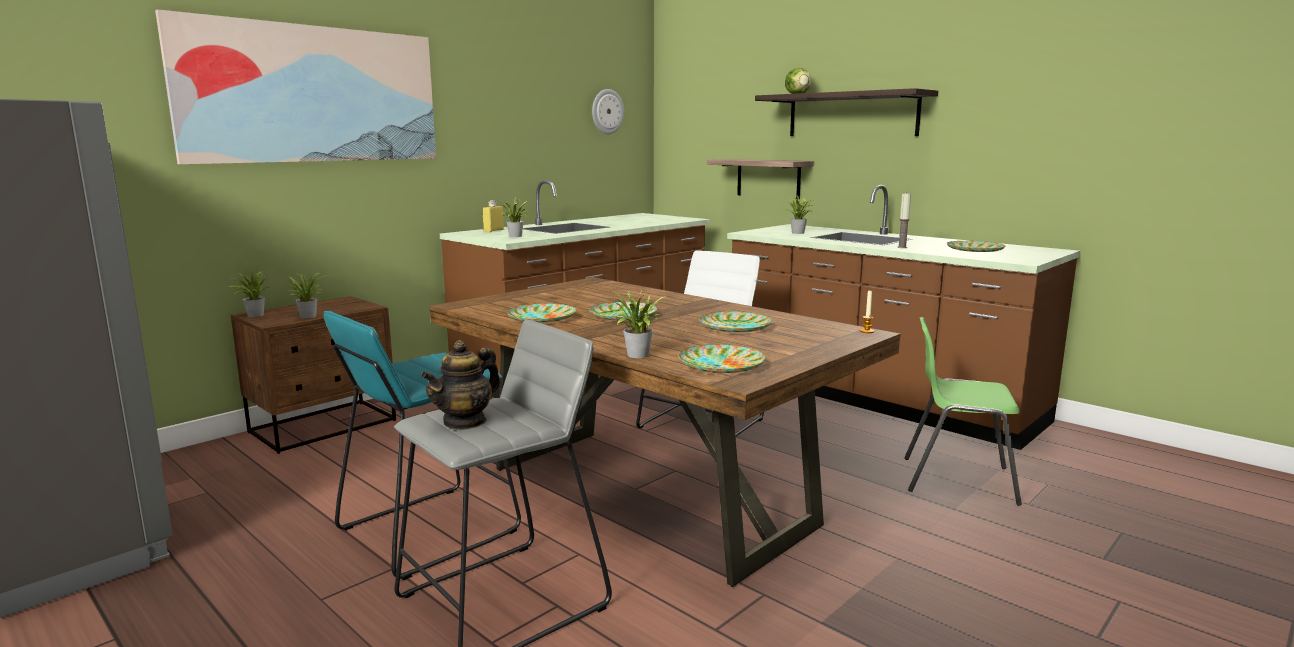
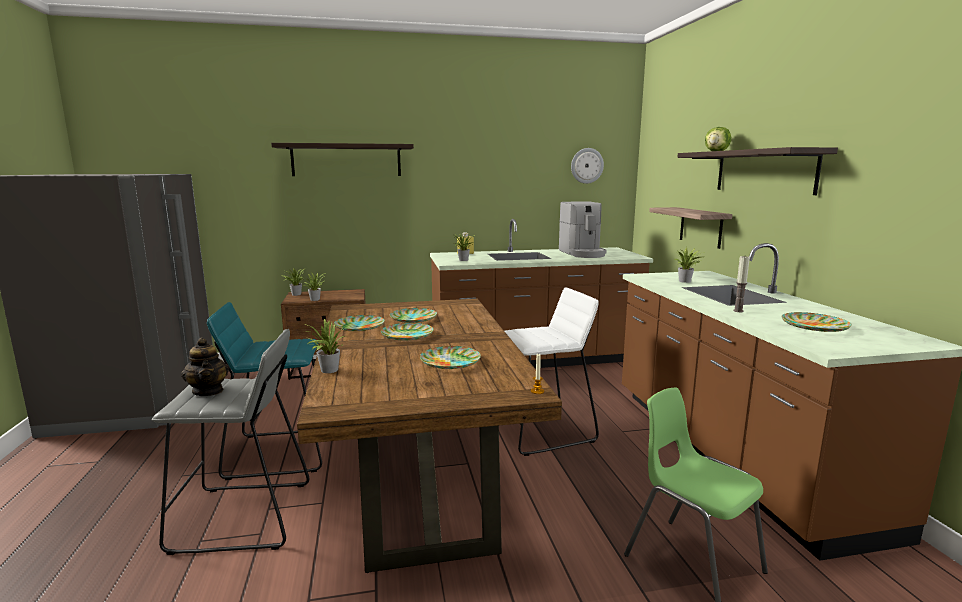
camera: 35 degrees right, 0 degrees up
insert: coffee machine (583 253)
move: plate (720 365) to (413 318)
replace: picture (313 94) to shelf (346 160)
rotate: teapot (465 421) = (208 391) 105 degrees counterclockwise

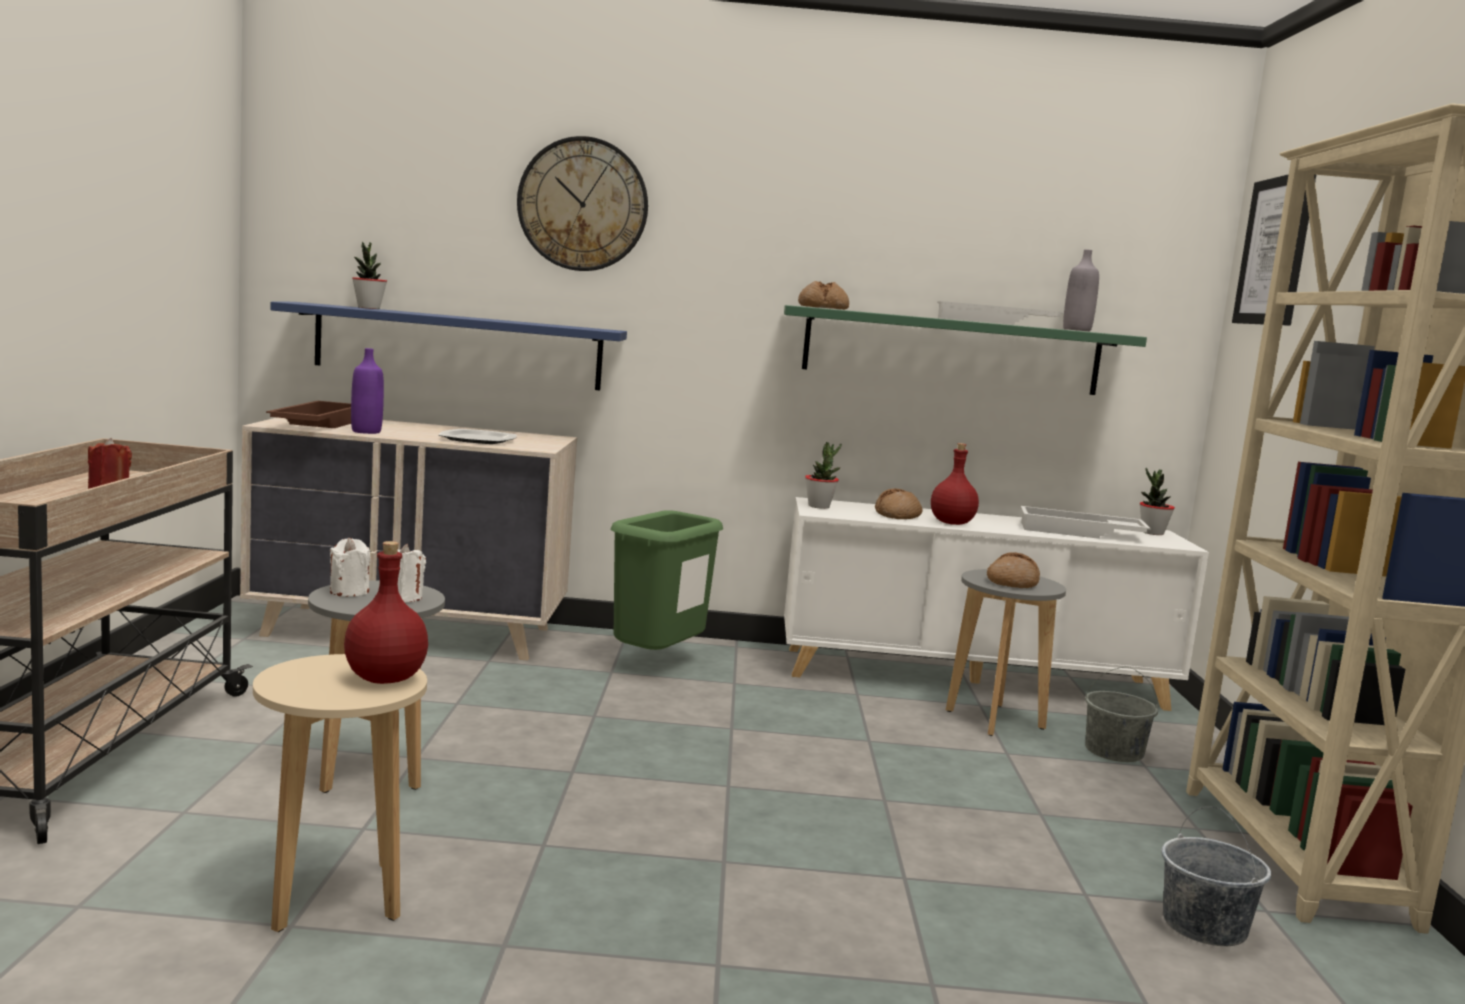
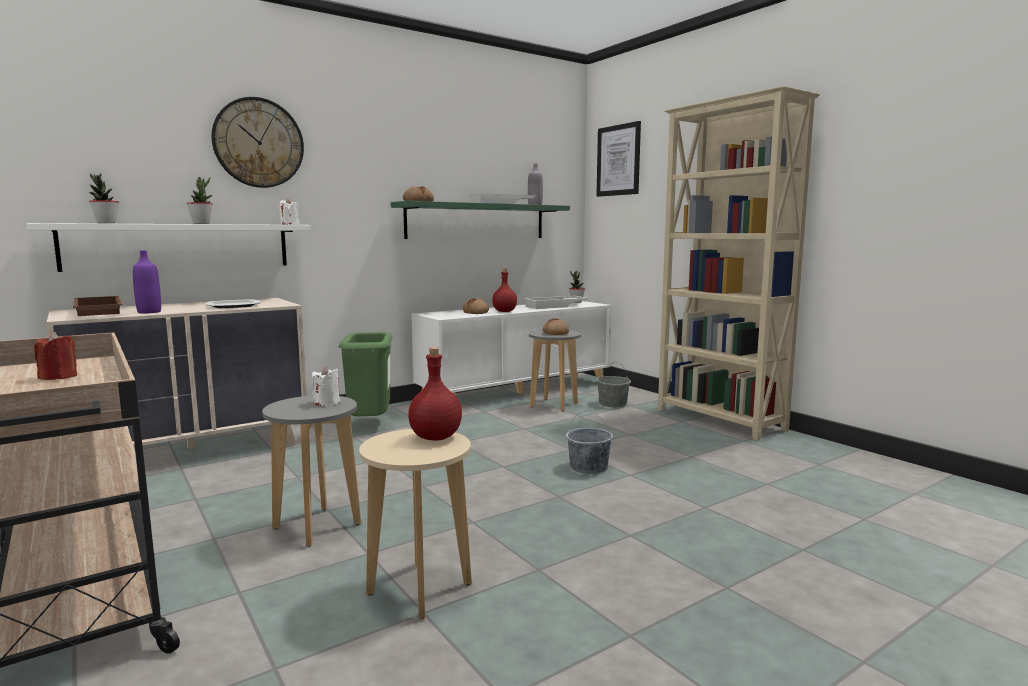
camera: 35 degrees left, 0 degrees up
move: potted plant (819 506) to (201 224); white candle (349 592) to (289 224); grey bucket (1205 926) to (589 467)
recolor: blue shelf (459 347) to white shelf (180 246)

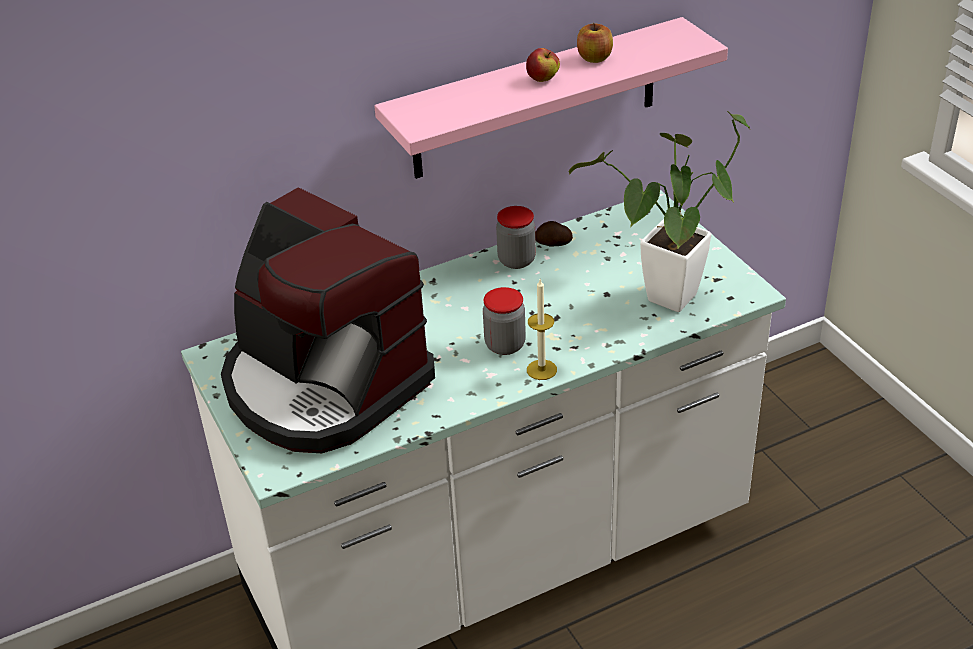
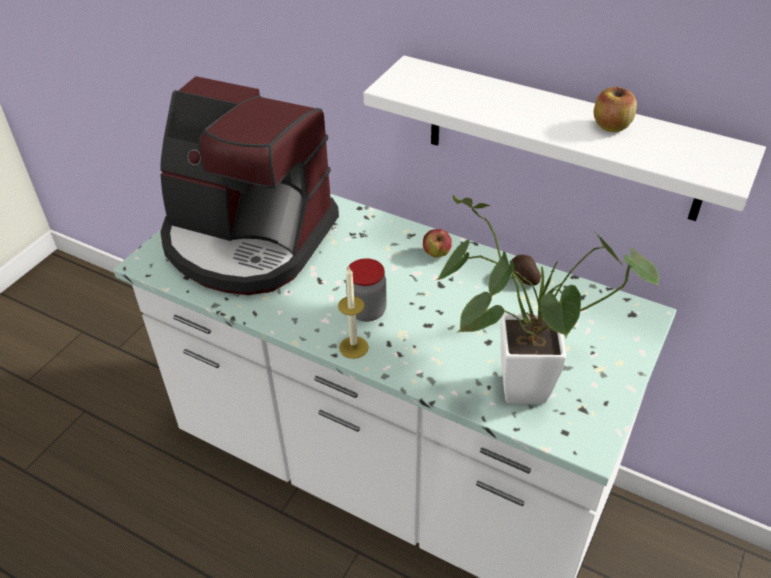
camera: 55 degrees right, 5 degrees up
delete: jar (516 260)
move: apple (542 79) to (436 254)
recolor: pink shelf (535 99) to white shelf (562 139)
rotate: coffee machine (323 385) = (248 240) 75 degrees counterclockwise

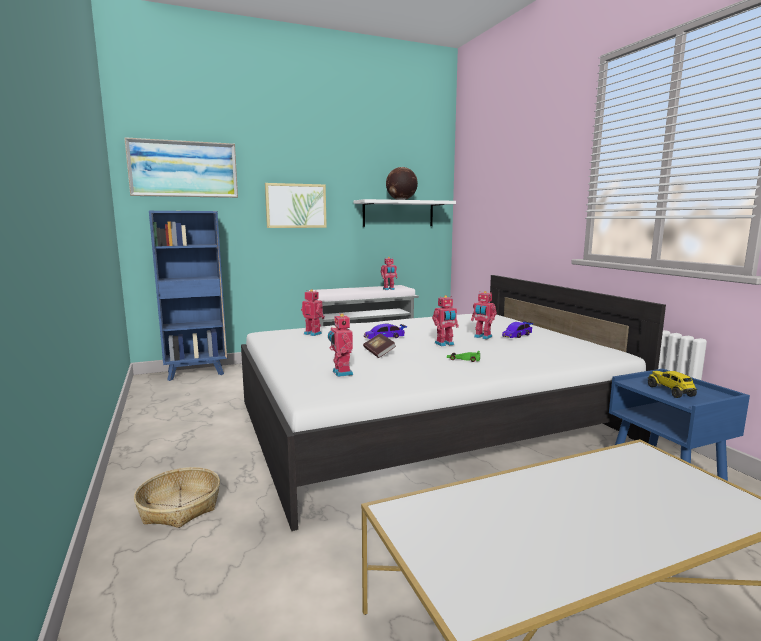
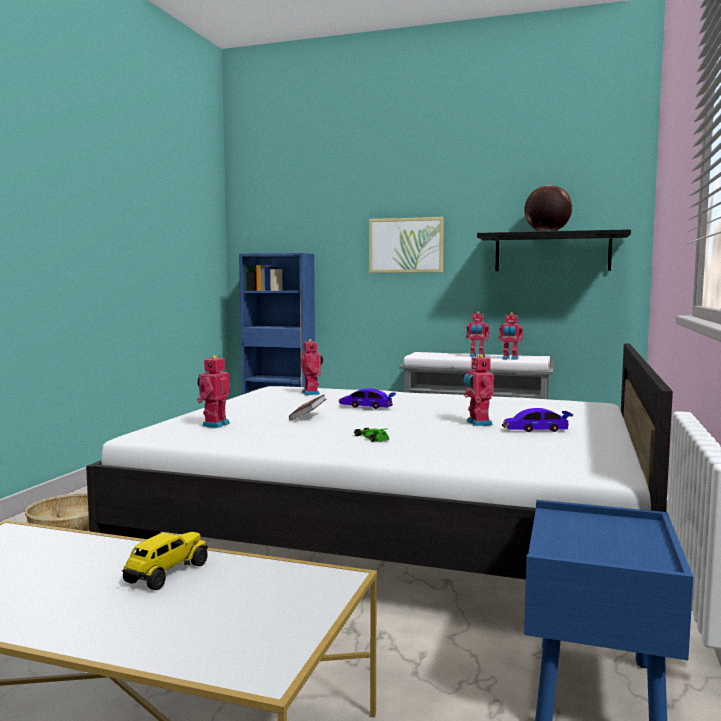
camera: 40 degrees right, 5 degrees down
delete: picture (184 169)
move: toy robot (445 344) to (477 356); toy truck (671 391) to (166 574)
recolor: white shelf (398 213) to black shelf (552 252)

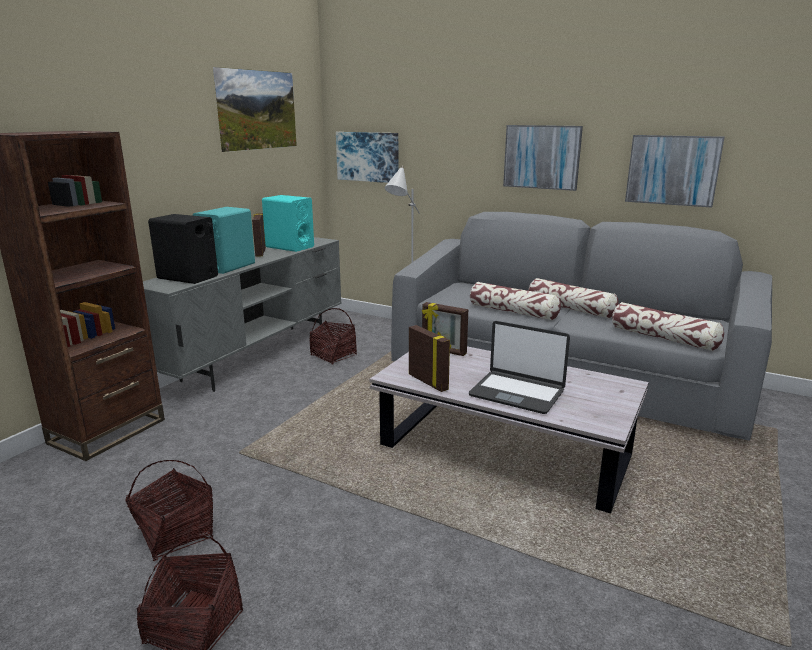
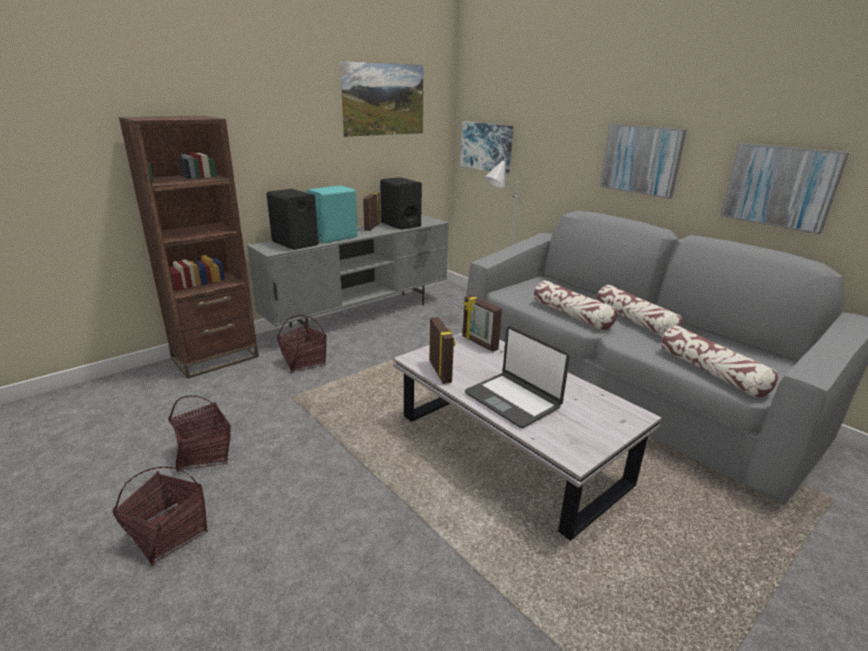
camera: 20 degrees right, 5 degrees up
move: basket (333 355) to (303 362)
recolor: turquoise speaker (289 247) to black speaker (400 224)

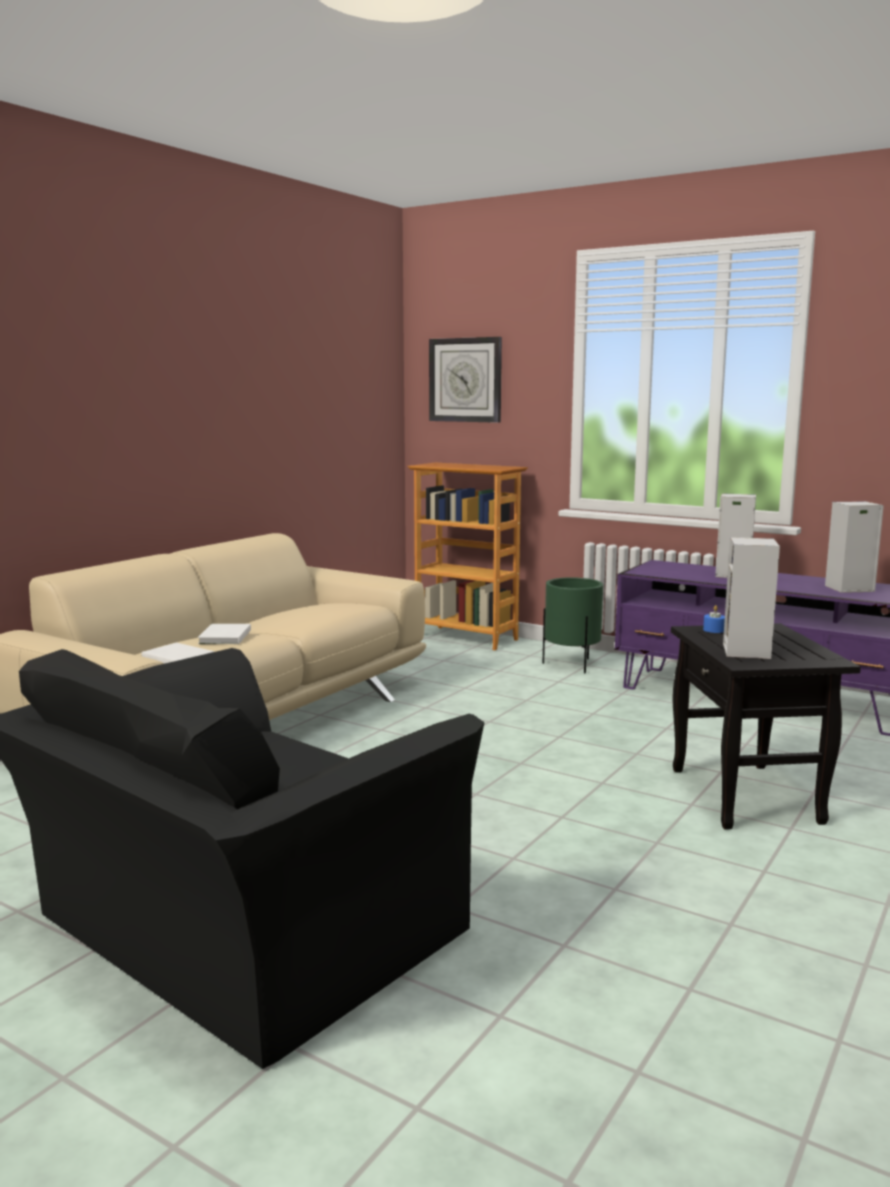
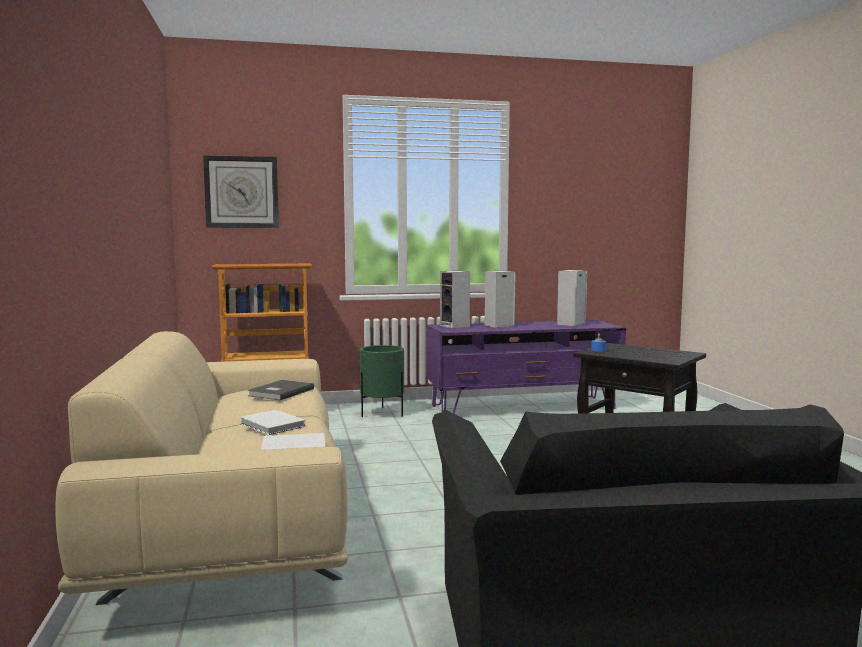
camera: 45 degrees left, 5 degrees down
insert: grey book (279 392)
move: speaker (747 652) to (455 326)

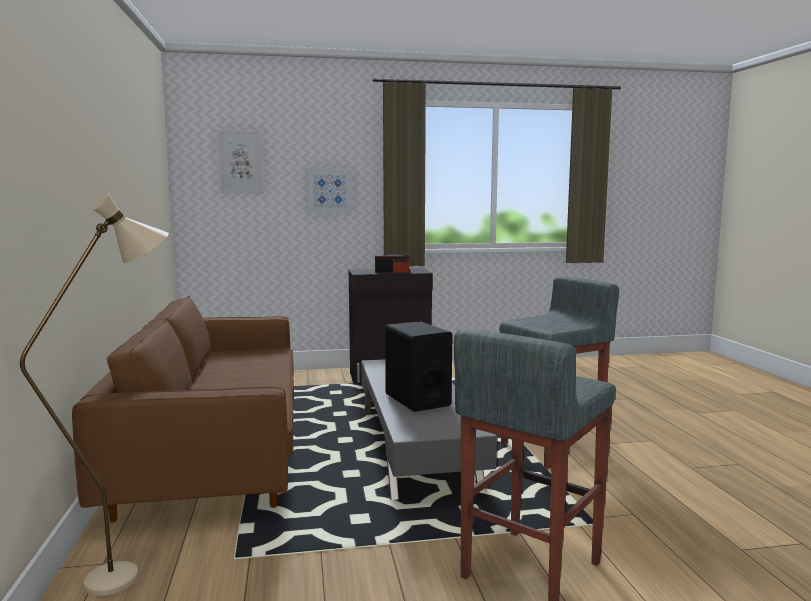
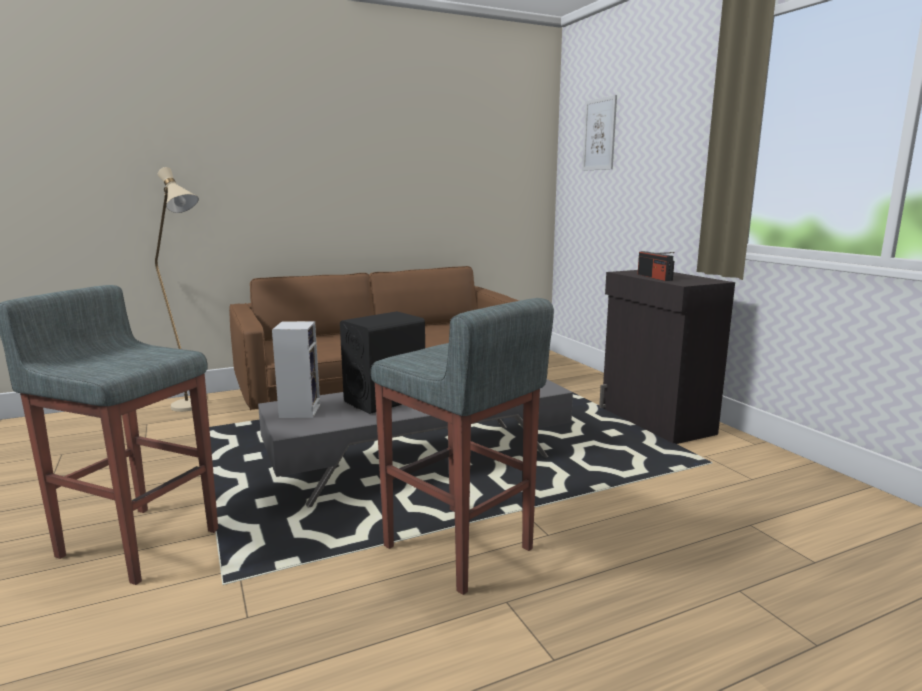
camera: 75 degrees right, 5 degrees up
delete: picture (329 191)
insert: speaker (299 410)

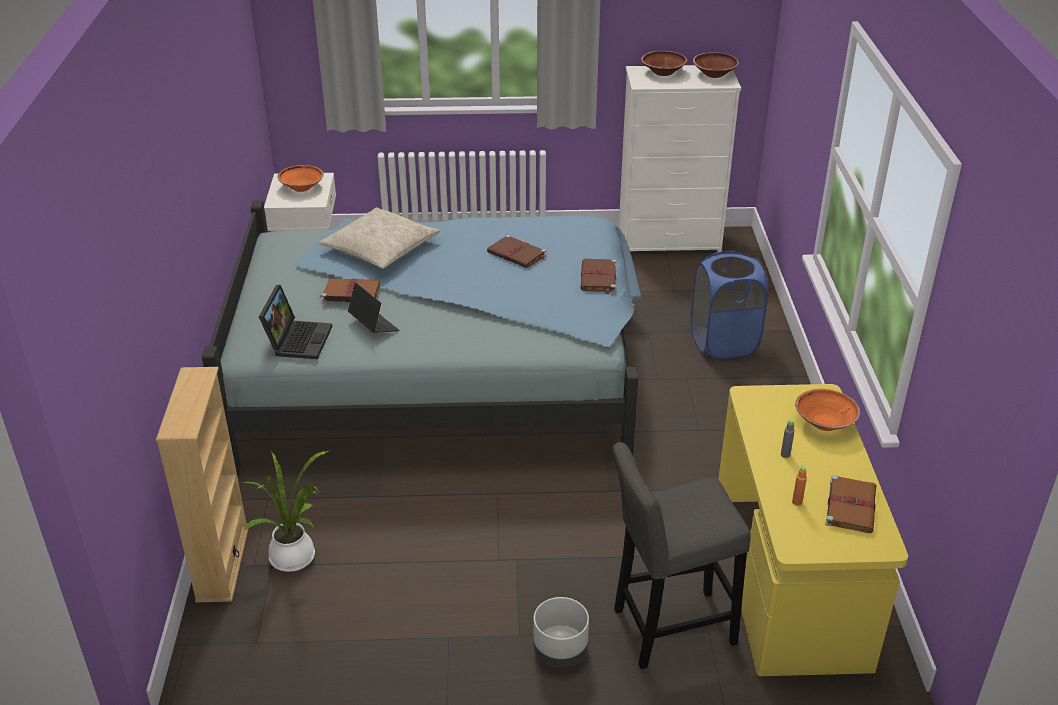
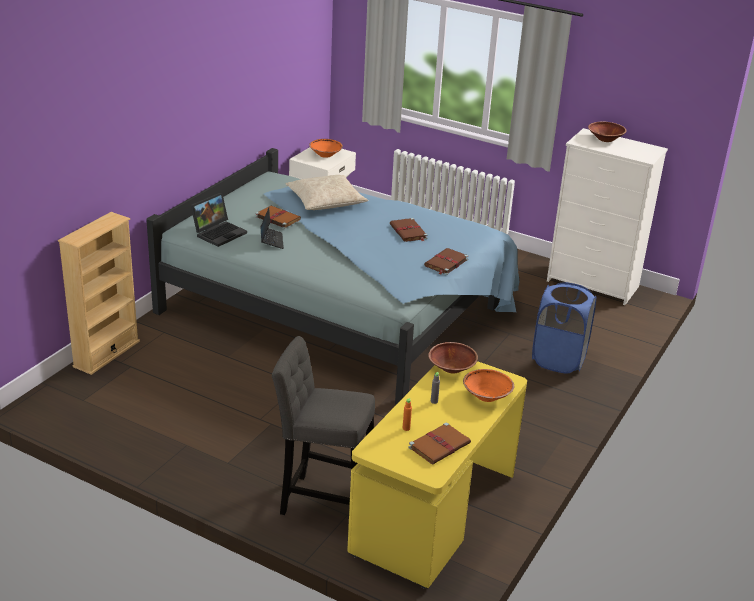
camera: 30 degrees right, 5 degrees down
delete: potted plant (296 558); grey planter (560 651)
move: brown bowl (714 74) to (452 368)

